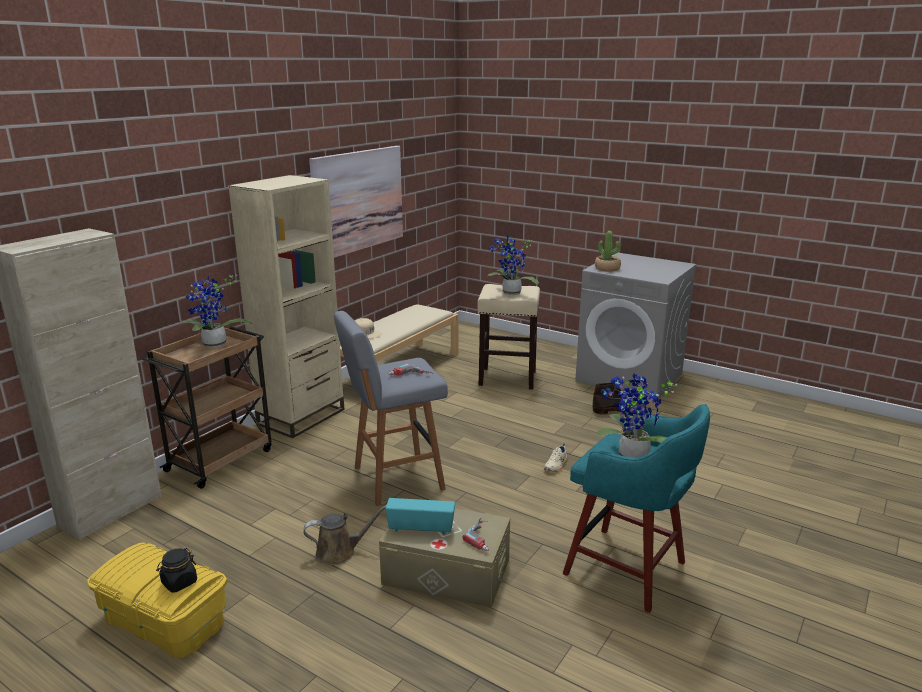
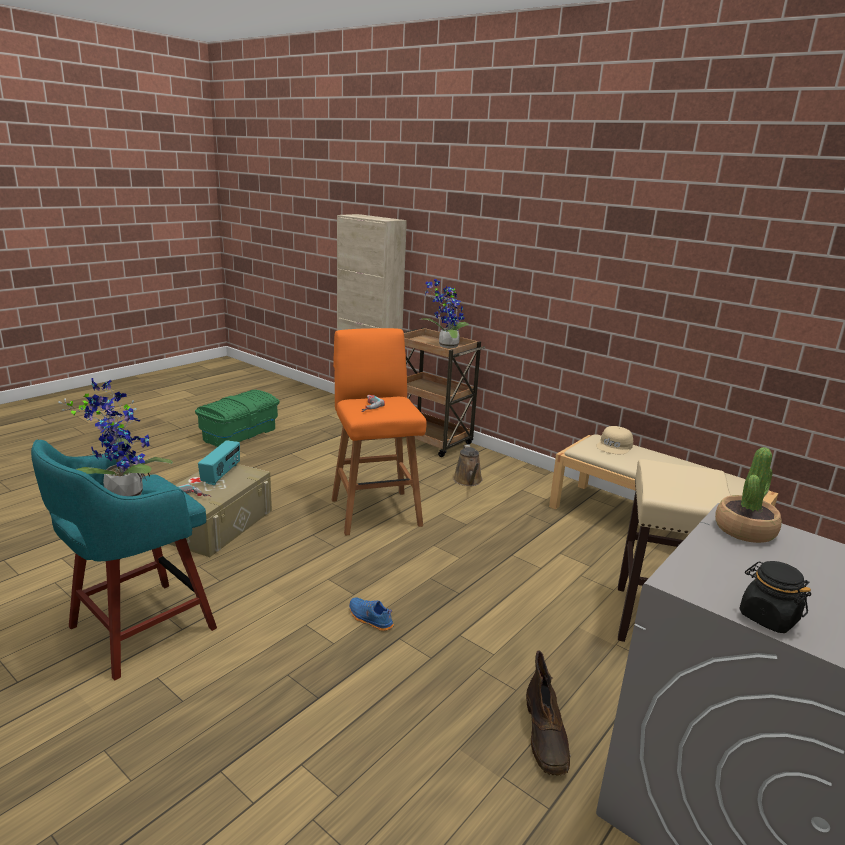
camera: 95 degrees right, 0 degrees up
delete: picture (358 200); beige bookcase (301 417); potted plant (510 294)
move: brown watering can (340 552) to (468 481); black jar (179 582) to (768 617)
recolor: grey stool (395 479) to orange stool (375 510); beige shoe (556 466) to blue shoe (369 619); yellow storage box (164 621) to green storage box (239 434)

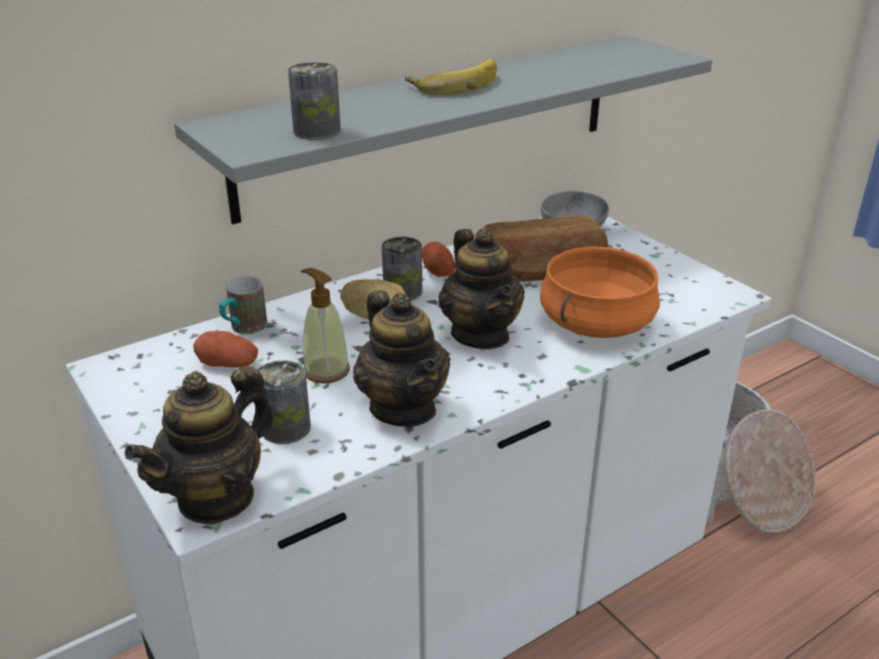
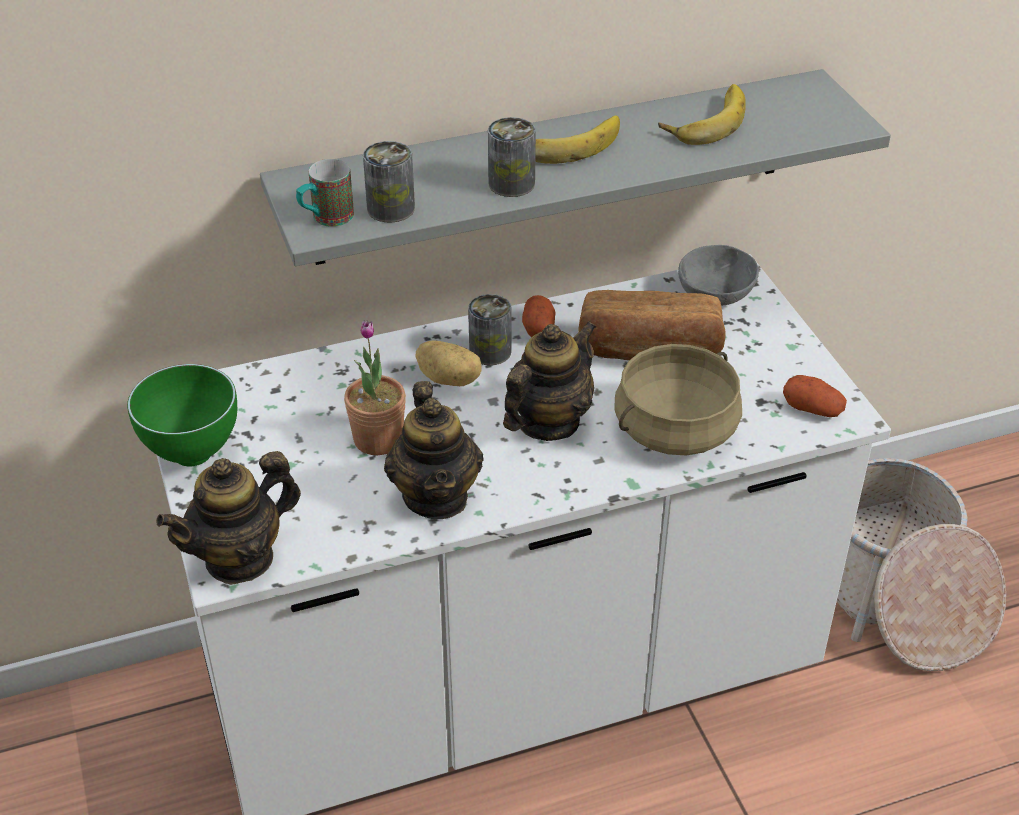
camera: 15 degrees right, 10 degrees up
insert: banana (704 120); green bowl (190 455)
move: mug (243 329) to (325 219); potato (228 364) to (812 409); can (286 428) to (511 183)
replace: soap dispenser (326 371) to potted plant (378 439)
recolor: orange cooking pot (595 323) to beige cooking pot (675 429)
rotate: teapot (481 334) = (548 422) 135 degrees counterclockwise

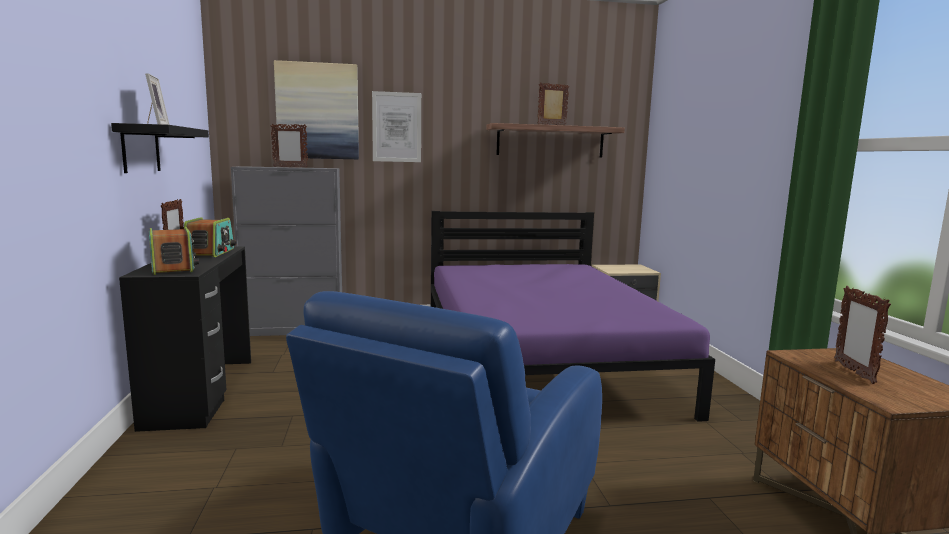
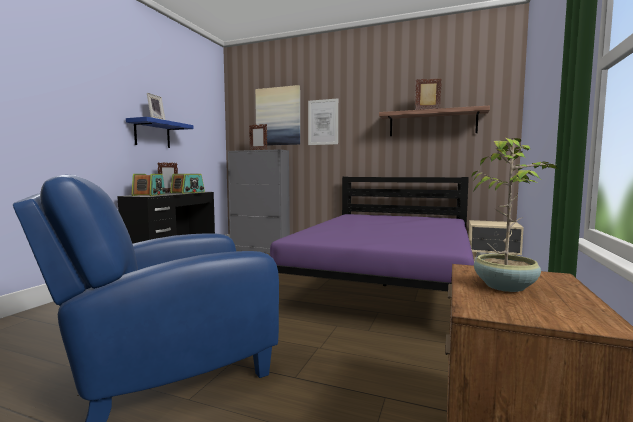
camera: 30 degrees right, 5 degrees down
replace: picture frame (853 372) to potted plant (505 286)
recolor: black shelf (140 149) to blue shelf (152 134)

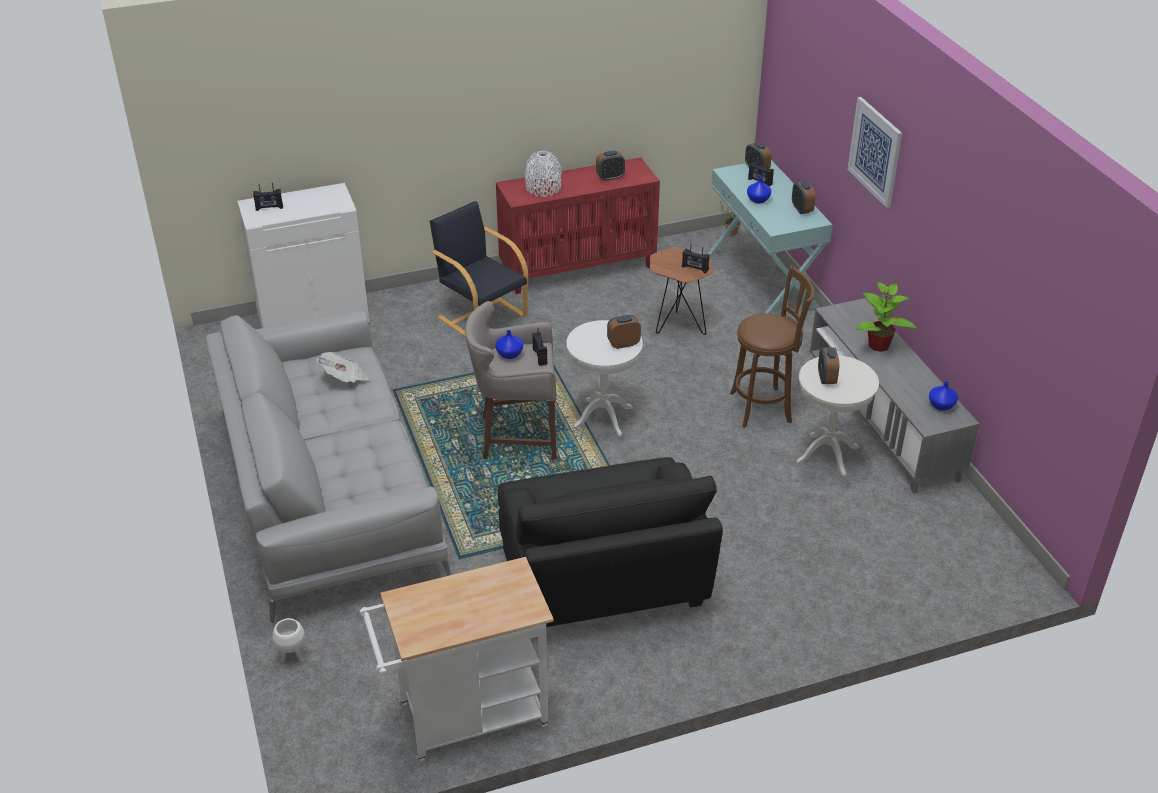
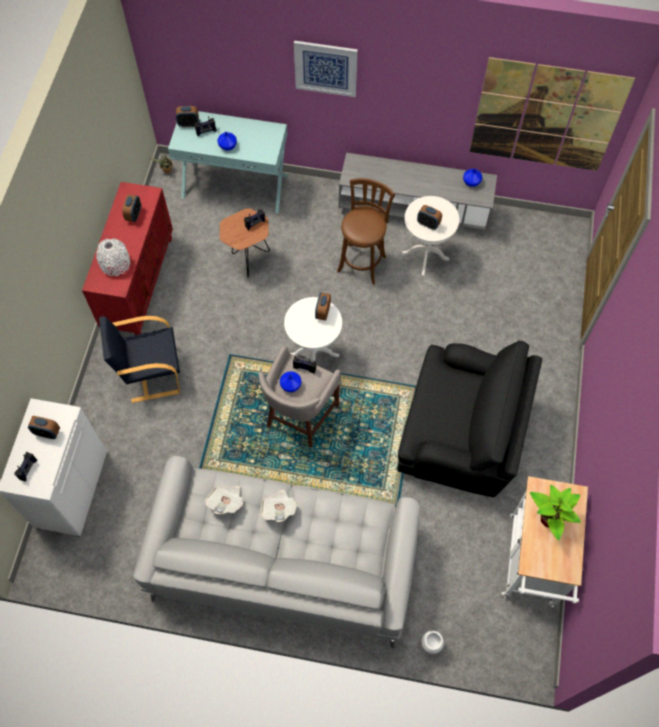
camera: 60 degrees left, 25 degrees up
insert: picture (546 116); newspaper (279 508)
move: alarm clock (801 209) to (47 432); potted plant (879 346) to (549 519)

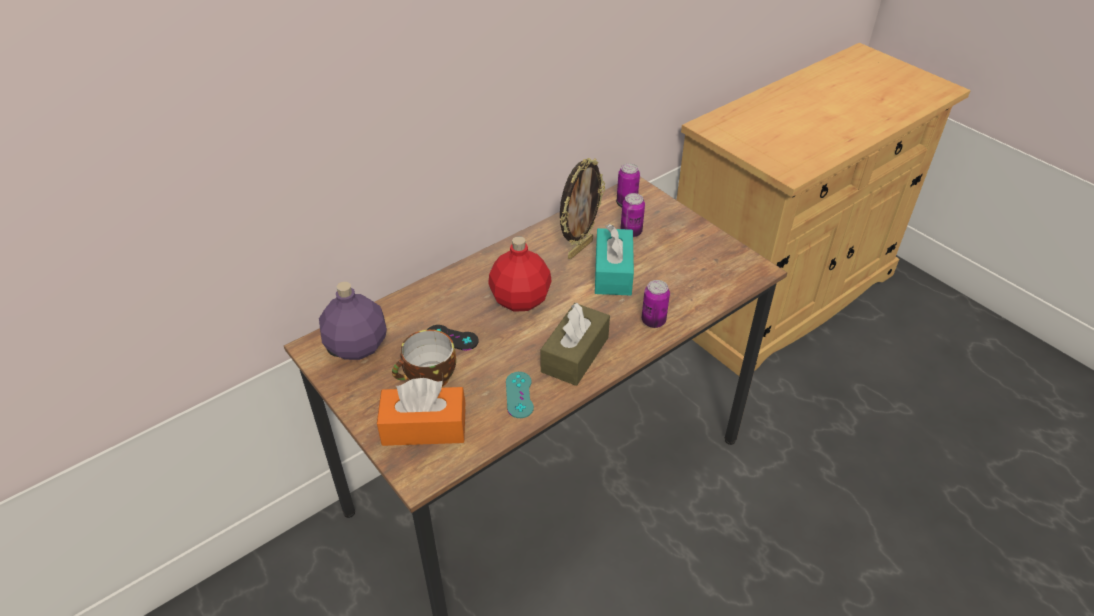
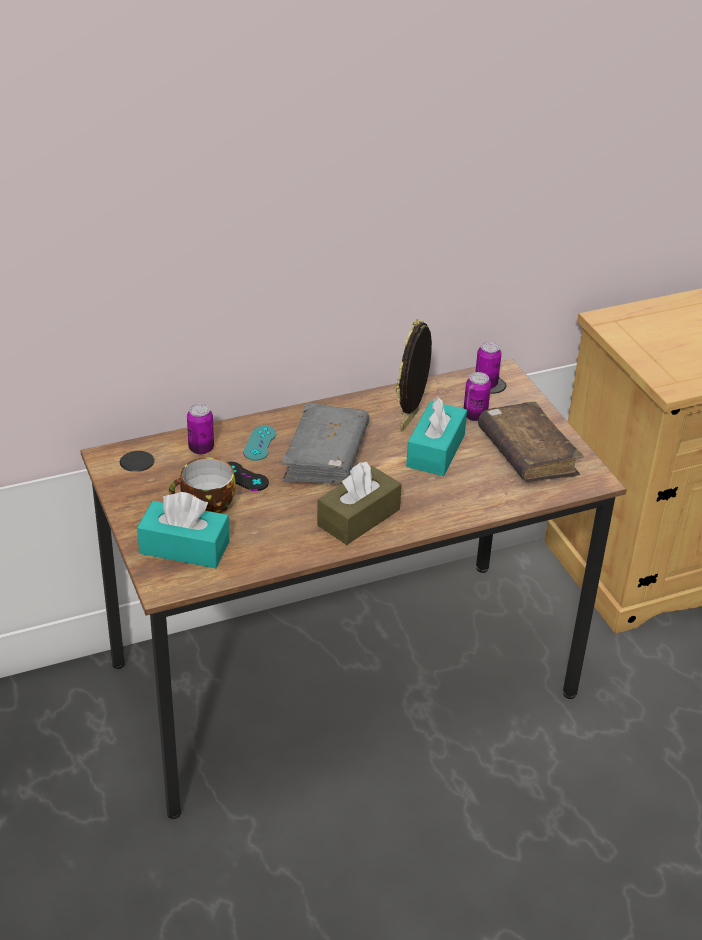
camera: 15 degrees right, 5 degrees down
delete: purple bottle (358 346)
insert: brown book (527 454)
move: can (653 321) to (201 448); turquoise game controller (519 395) to (260 443)
replace: red bottle (519 300) to grey book (326 456)
recolor: orange tissue box (424 427) to turquoise tissue box (184 547)
rotate: picture frame (579 248) = (411 421) 150 degrees clockwise

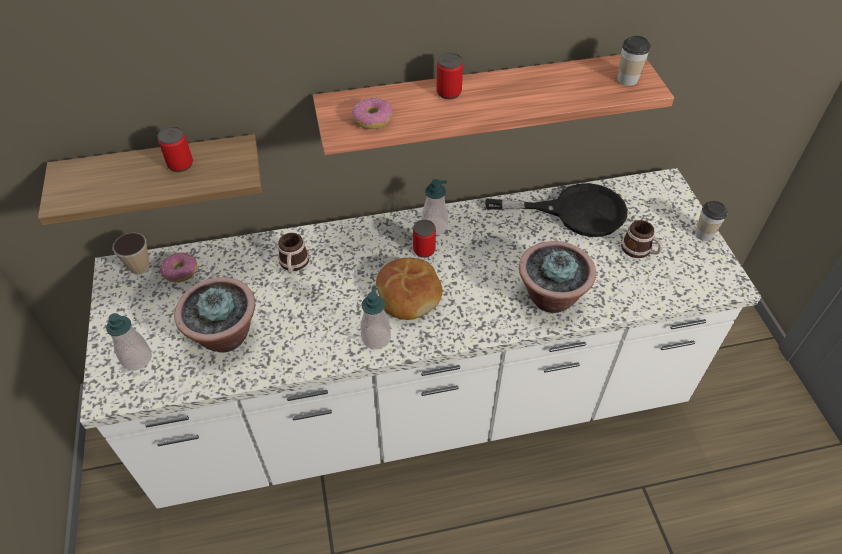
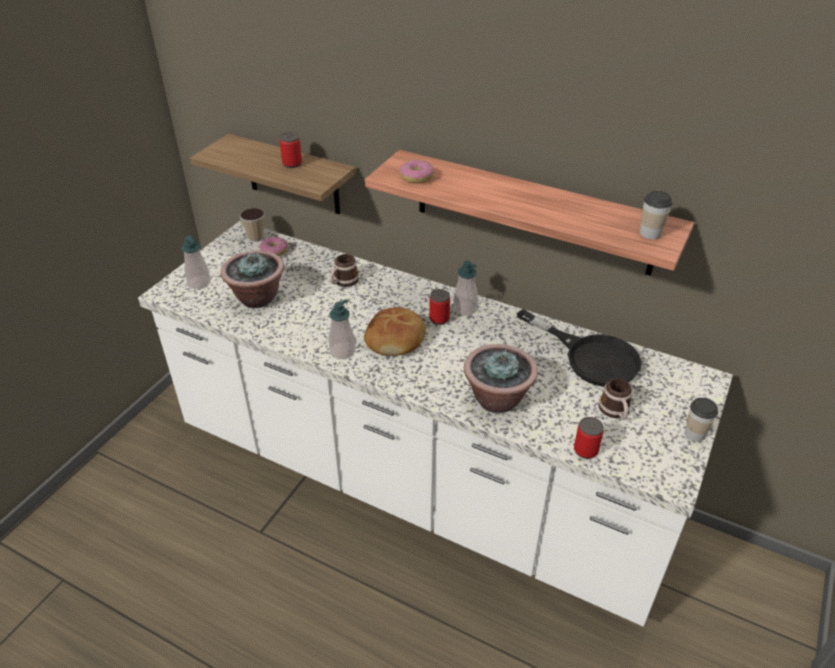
camera: 40 degrees right, 10 degrees down
move: can (449 92) to (585 450)

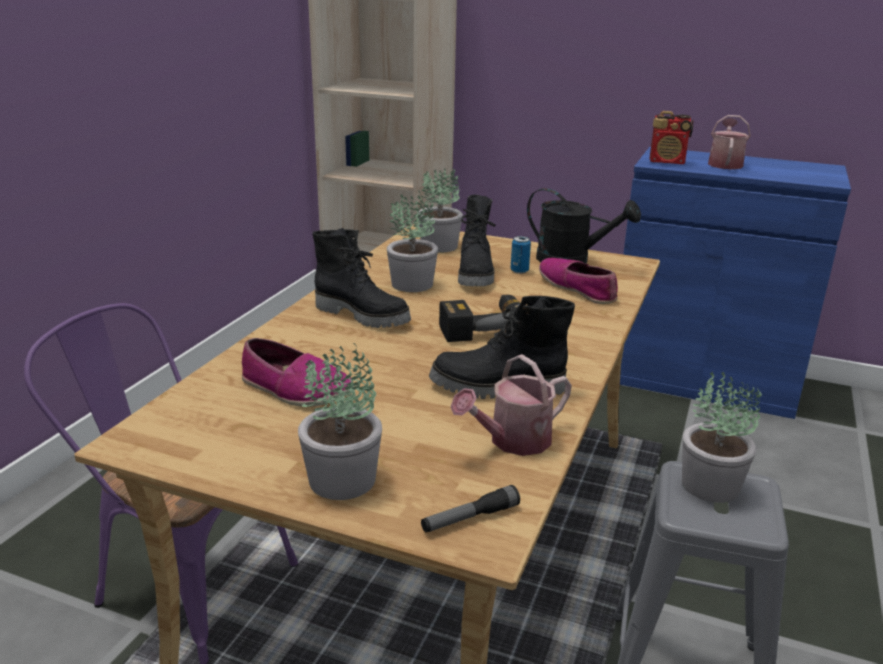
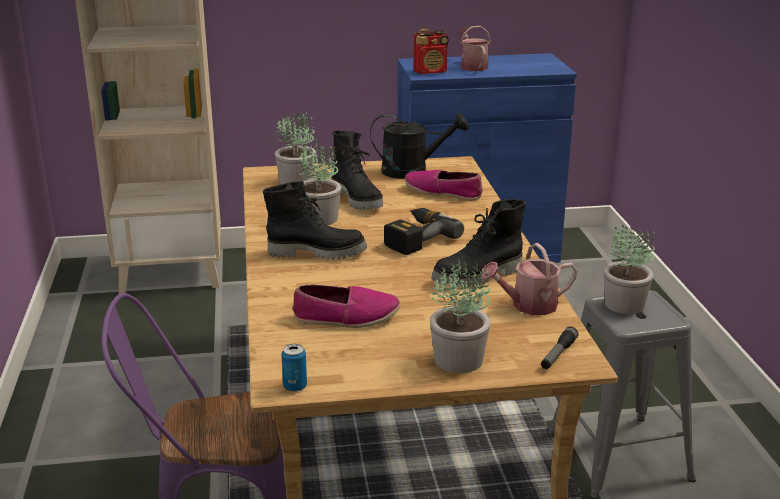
camera: 30 degrees left, 0 degrees up
move: can (519 271) to (295 386)
rotate: watering can (513 441) = (528 305) 45 degrees clockwise

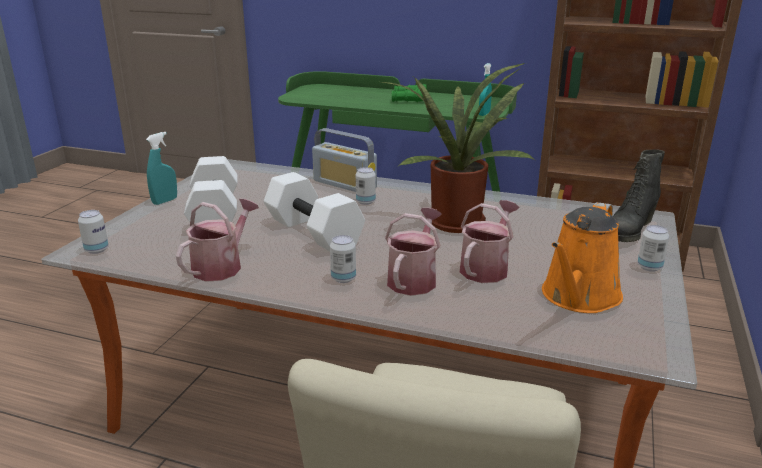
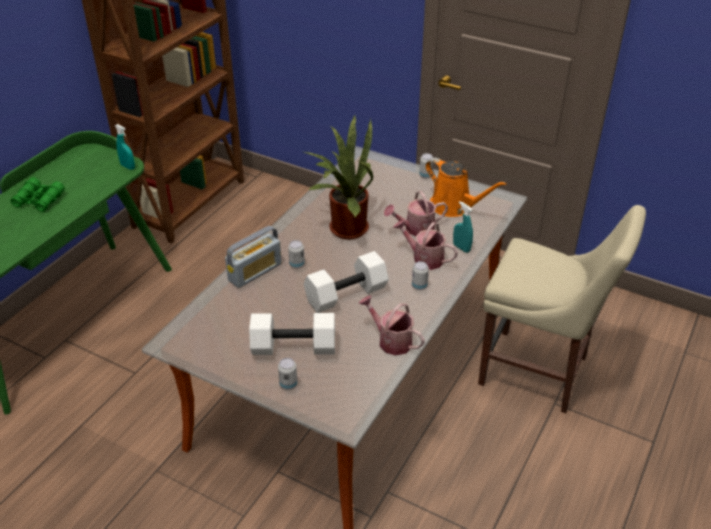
camera: 80 degrees left, 15 degrees up
delete: black boot (629 231)
move: turquoise spray bottle (165 201) to (461 248); can (96 250) to (288 384)
rotate: watering can (486 267) = (415 229) 60 degrees counterclockwise

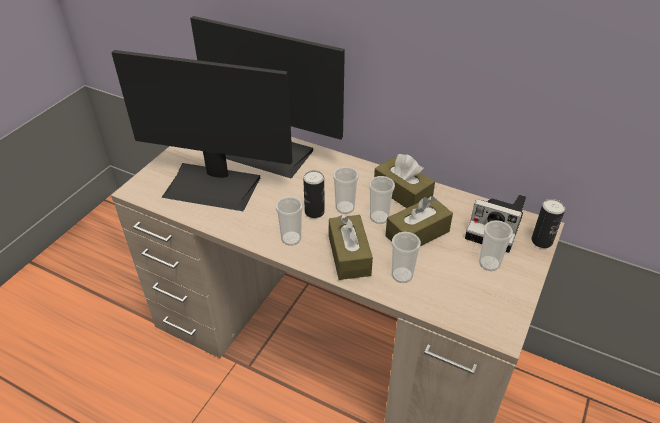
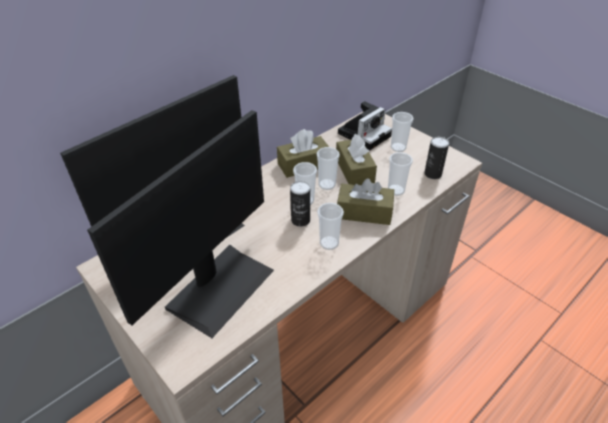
camera: 70 degrees left, 0 degrees up
move: can (541 241) to (432 174)

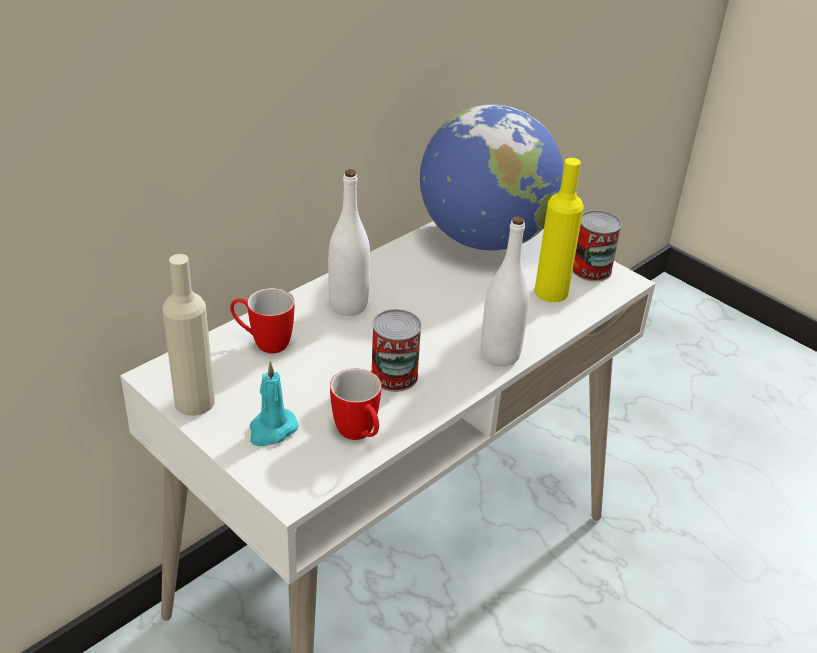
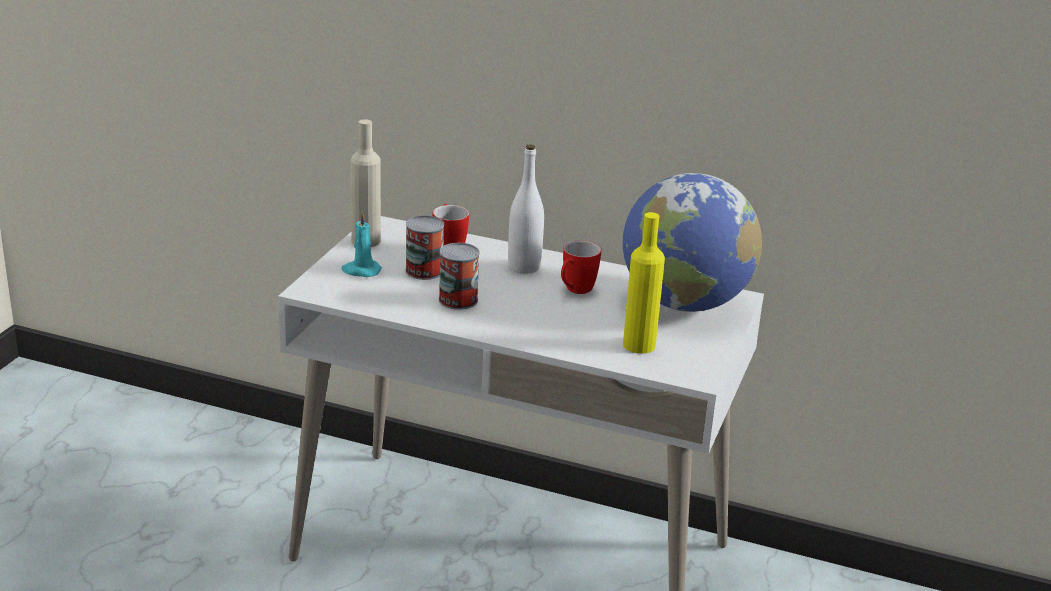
camera: 65 degrees right, 10 degrees down
delete: white bottle (500 355)
move: can (591 269) to (424 271); mug (359 435) to (575 291)

